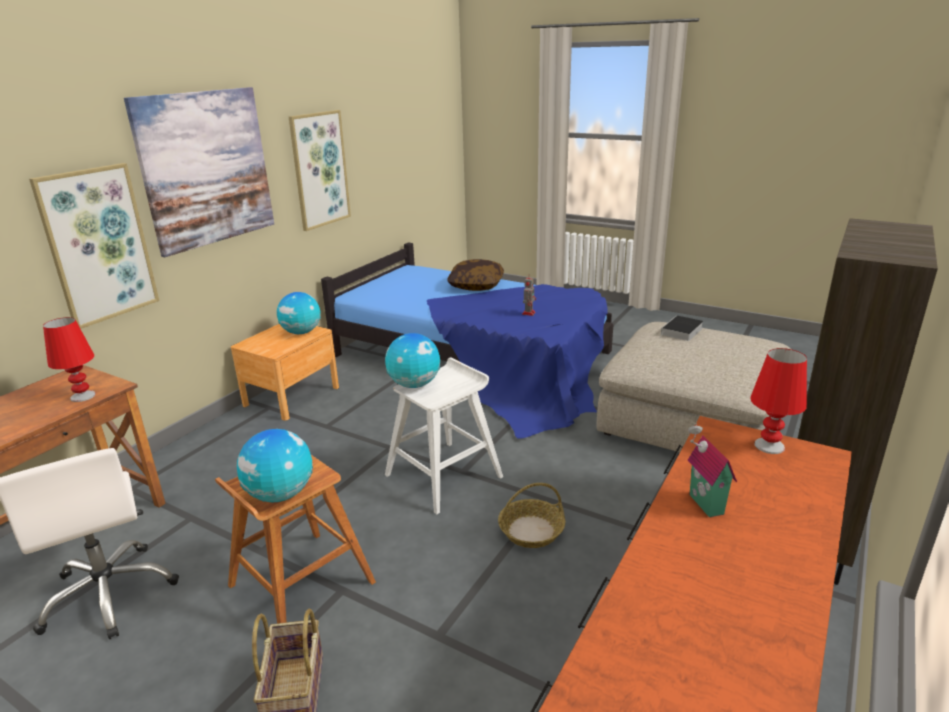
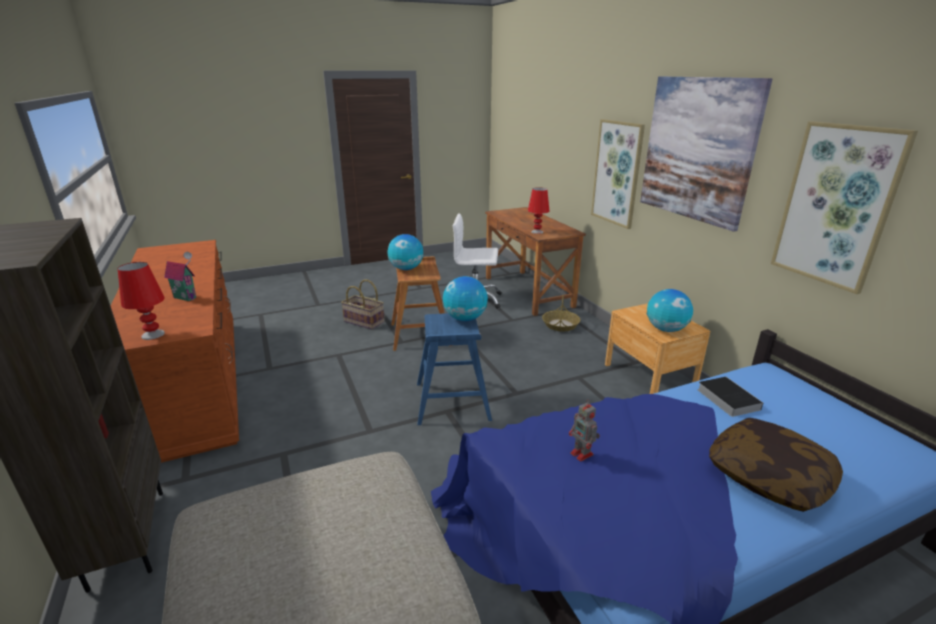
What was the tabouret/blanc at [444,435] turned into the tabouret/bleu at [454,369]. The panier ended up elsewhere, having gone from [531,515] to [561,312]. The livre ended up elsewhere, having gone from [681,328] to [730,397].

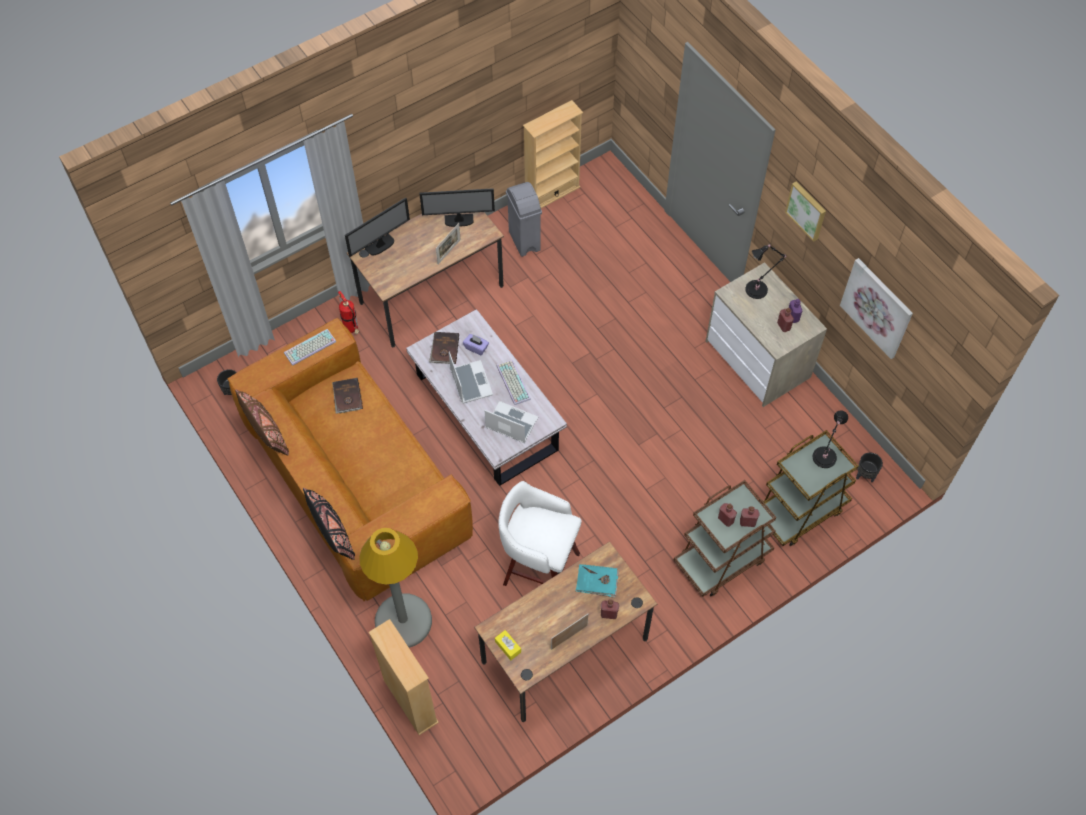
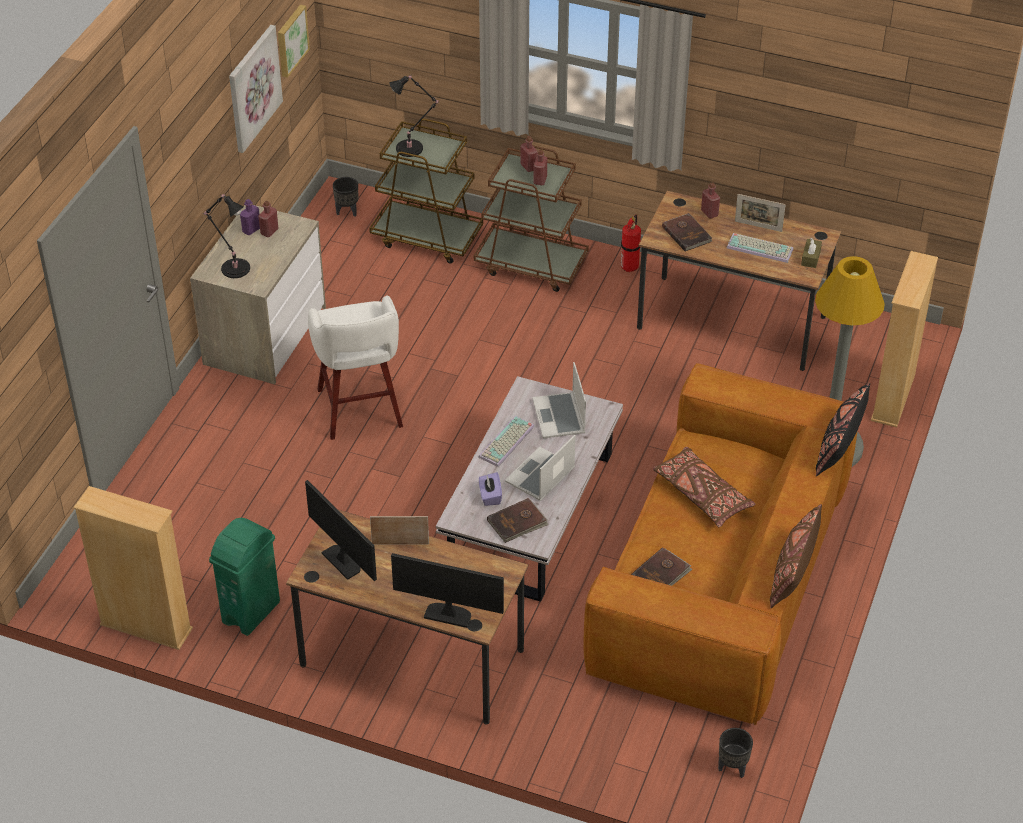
What was the poubelle/gris at [524,219] turned into the poubelle/vert at [244,577]. The tableau ended up elsewhere, having gone from [805,211] to [294,41]. The tabouret/blanc ended up elsewhere, having gone from [539,533] to [355,367]. The extincteur ended up elsewhere, having gone from [348,312] to [631,243]. The second view gained the coussin/marron at [704,487]. What was the livre/turquoise at [597,581] turned into the livre/marron at [687,232]. The clavier ended up elsewhere, having gone from [310,347] to [760,248]. What was the boîte à mouchoirs/jaune at [508,645] turned into the boîte à mouchoirs/marron at [811,253].

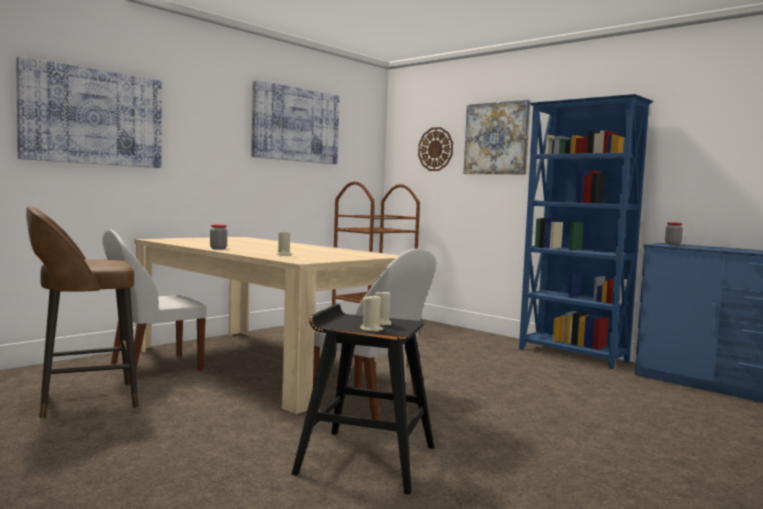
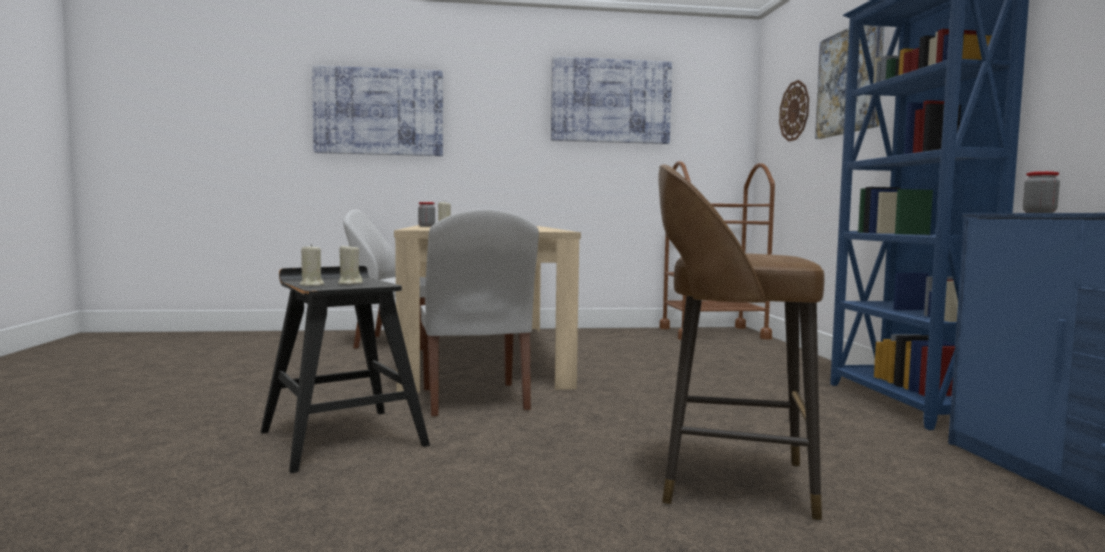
The tabouret/marron ended up elsewhere, having gone from [82,312] to [741,342].

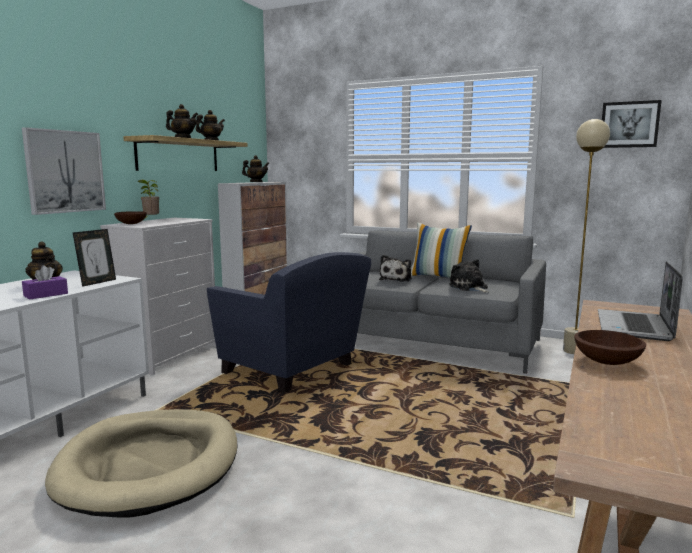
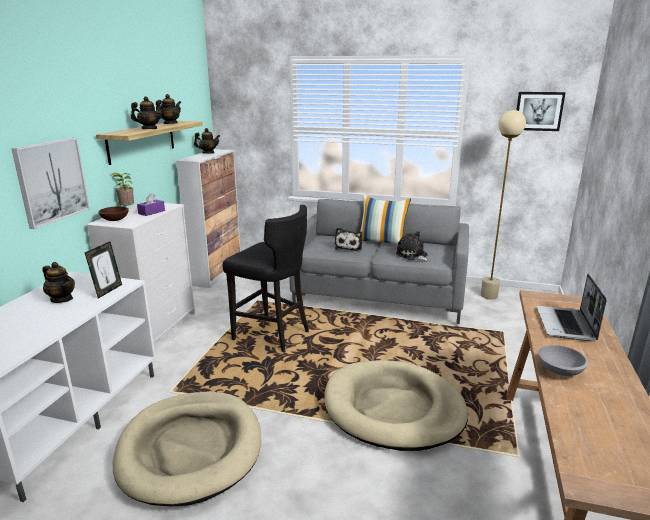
The boîte à mouchoirs/violet ended up elsewhere, having gone from [45,282] to [151,204]. Where the fauteuil/bleu stood at [289,322], the tabouret/noir came to stand at [266,278]. The second view gained the panier pour chien/beige at [396,405]. What was the bol/marron at [610,347] turned into the bol/gris at [563,360].

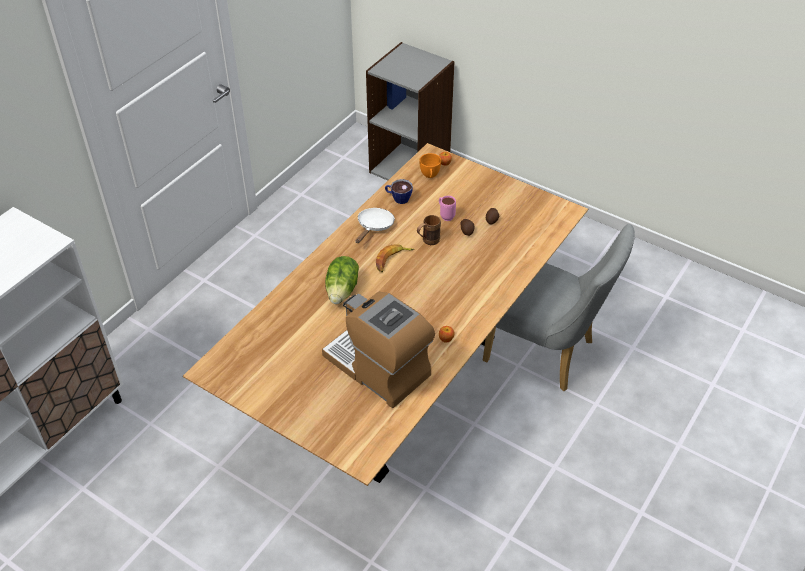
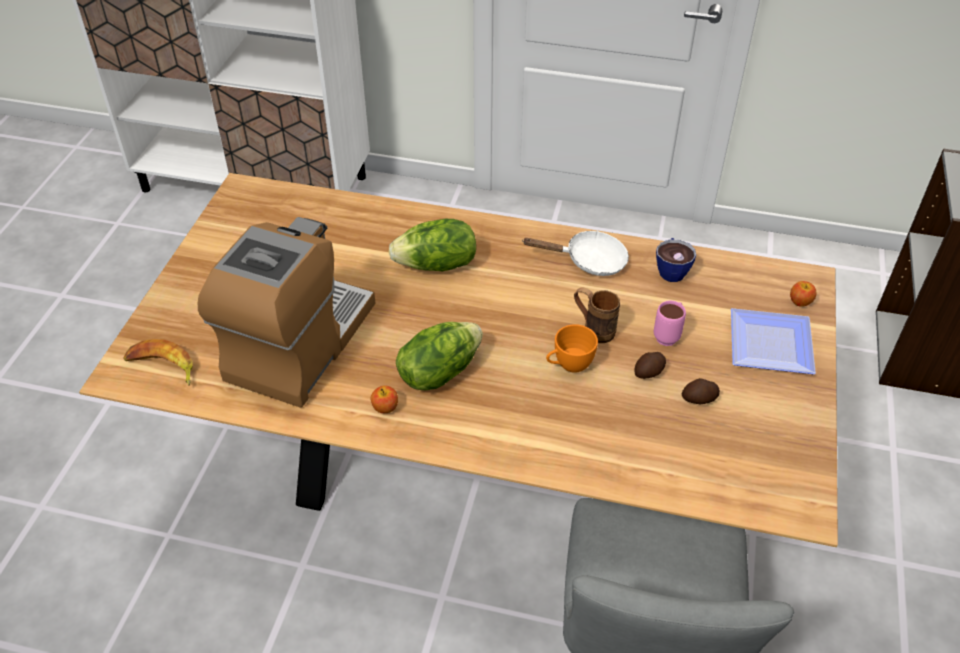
The banane ended up elsewhere, having gone from [395,258] to [158,362]. The second view gained the laitue at [439,356]. The tasse/orange ended up elsewhere, having gone from [430,165] to [572,348]. The second view gained the assiette at [773,341].

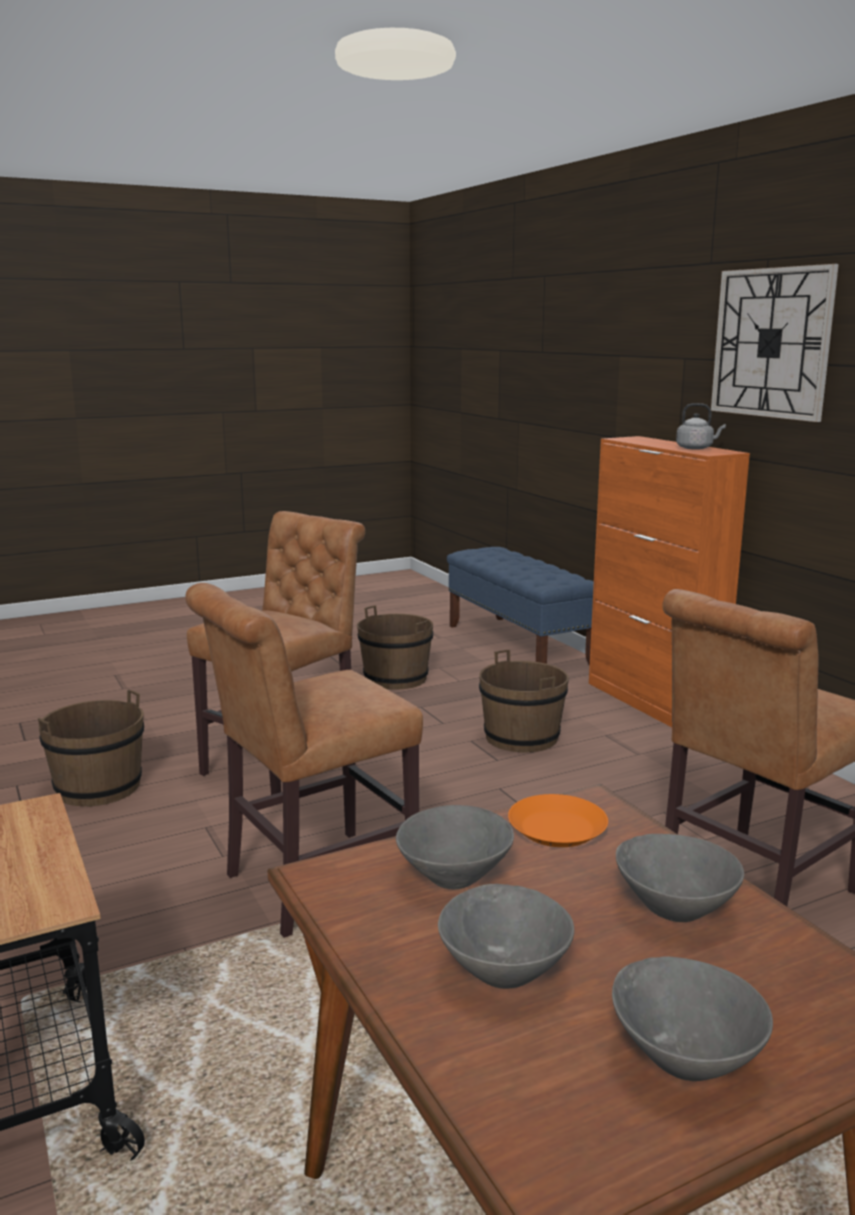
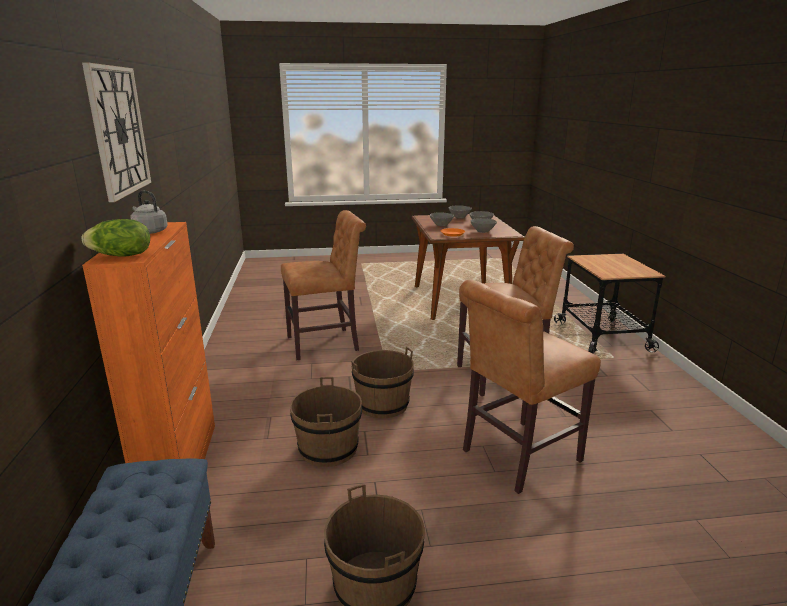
The second view gained the laitue at [116,238]. The seau/marron ended up elsewhere, having gone from [91,748] to [382,382].

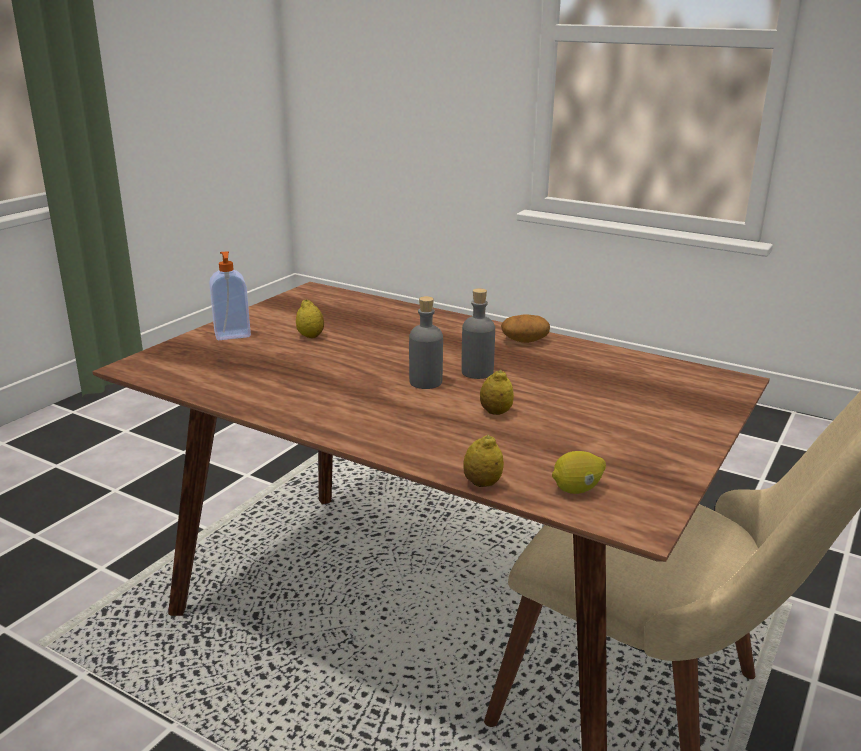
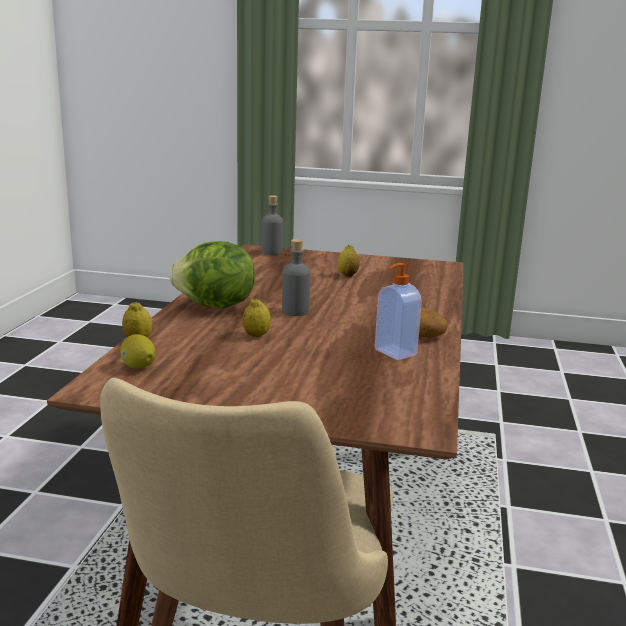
The second view gained the laitue at [212,275]. The bouteille/gris ended up elsewhere, having gone from [478,333] to [272,225]. The distributeur de savon ended up elsewhere, having gone from [230,295] to [398,311].

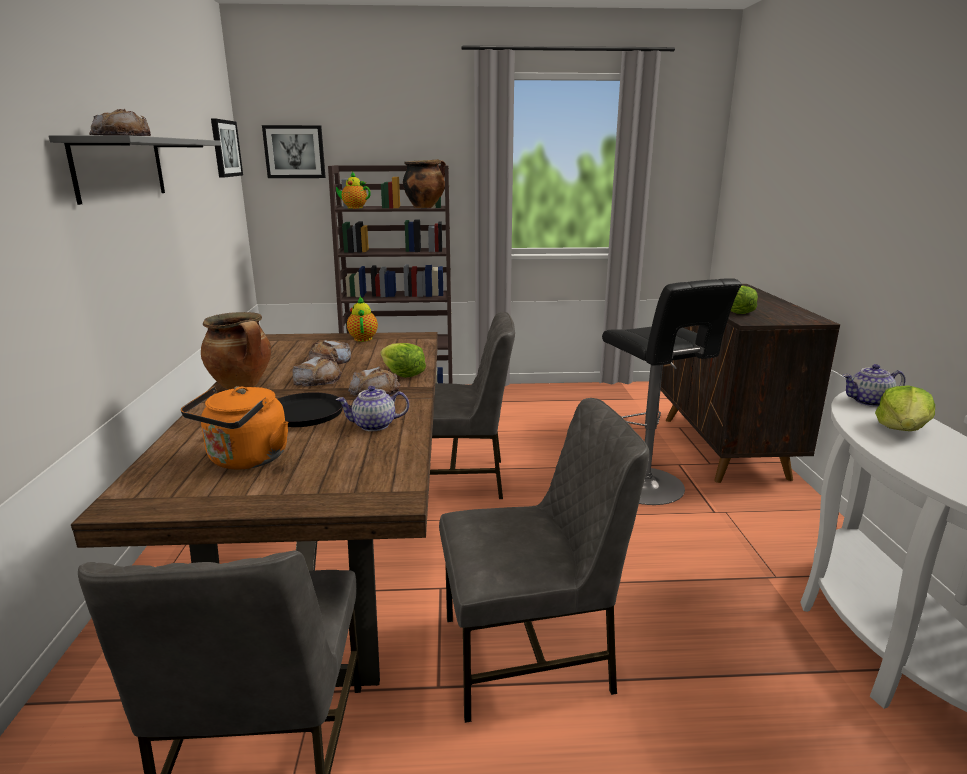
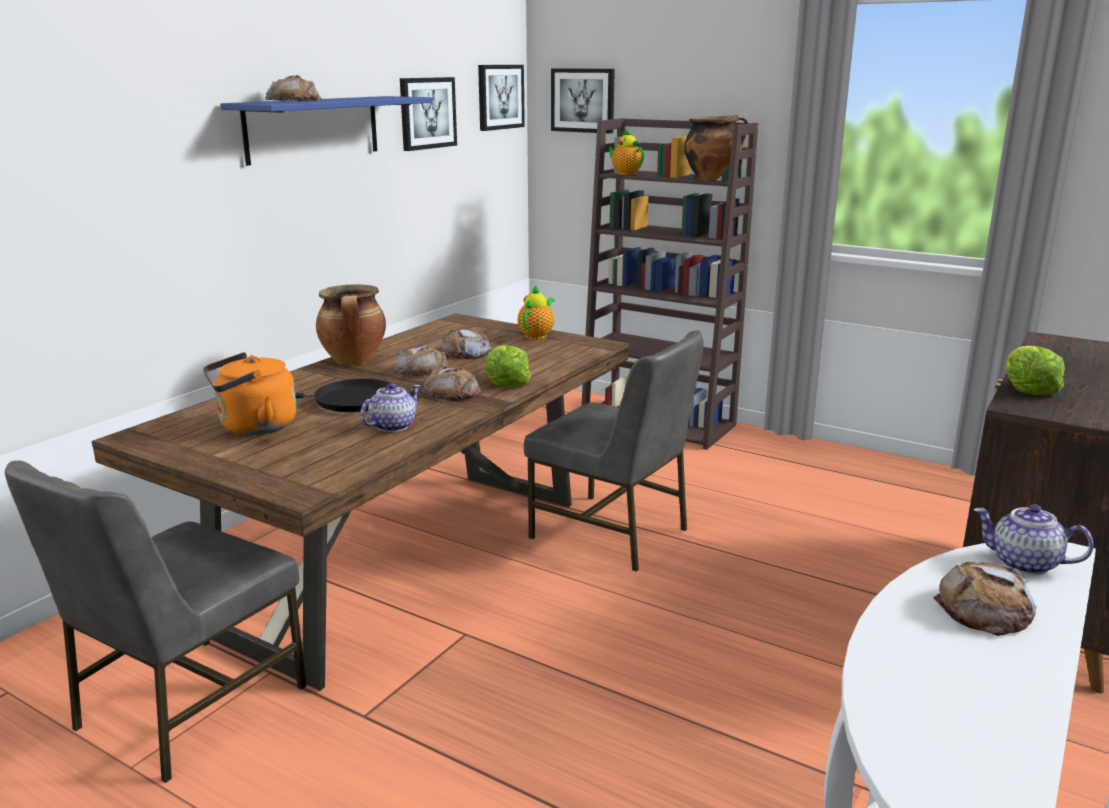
What was the étagère/gris at [135,170] turned into the étagère/bleu at [326,131]. The théière at [372,408] ended up facing another way, 105 degrees clockwise from before. The second view gained the tableau at [428,114]. Where the laitue stood at [905,408], the pain came to stand at [985,599]. The second view lost the chaise/gris at [544,560]. The second view lost the tabouret/noir at [672,391].

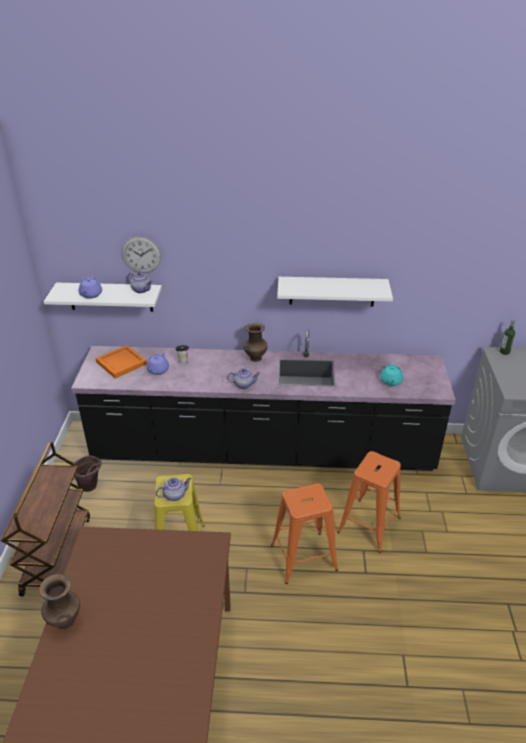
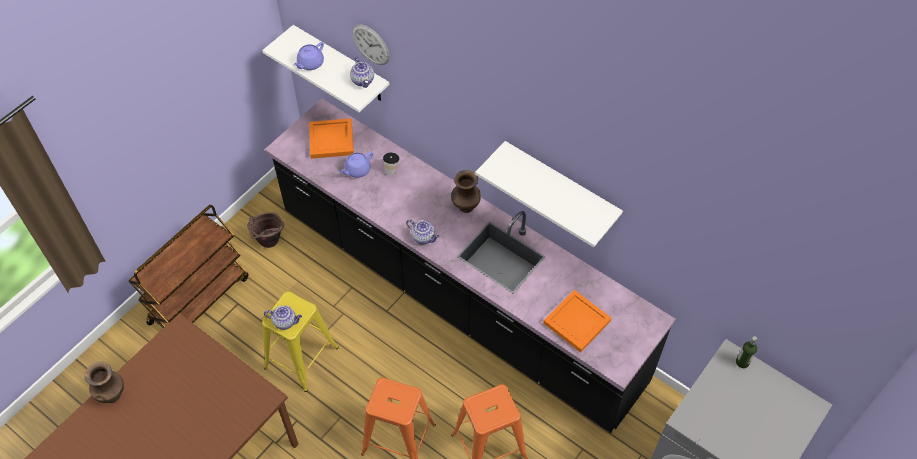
Where the théière/turquoise stood at [391,374], the plateau/orange came to stand at [577,321].

